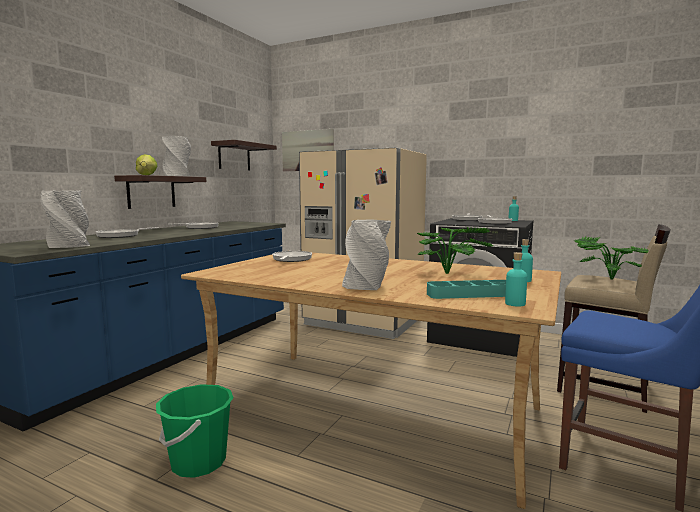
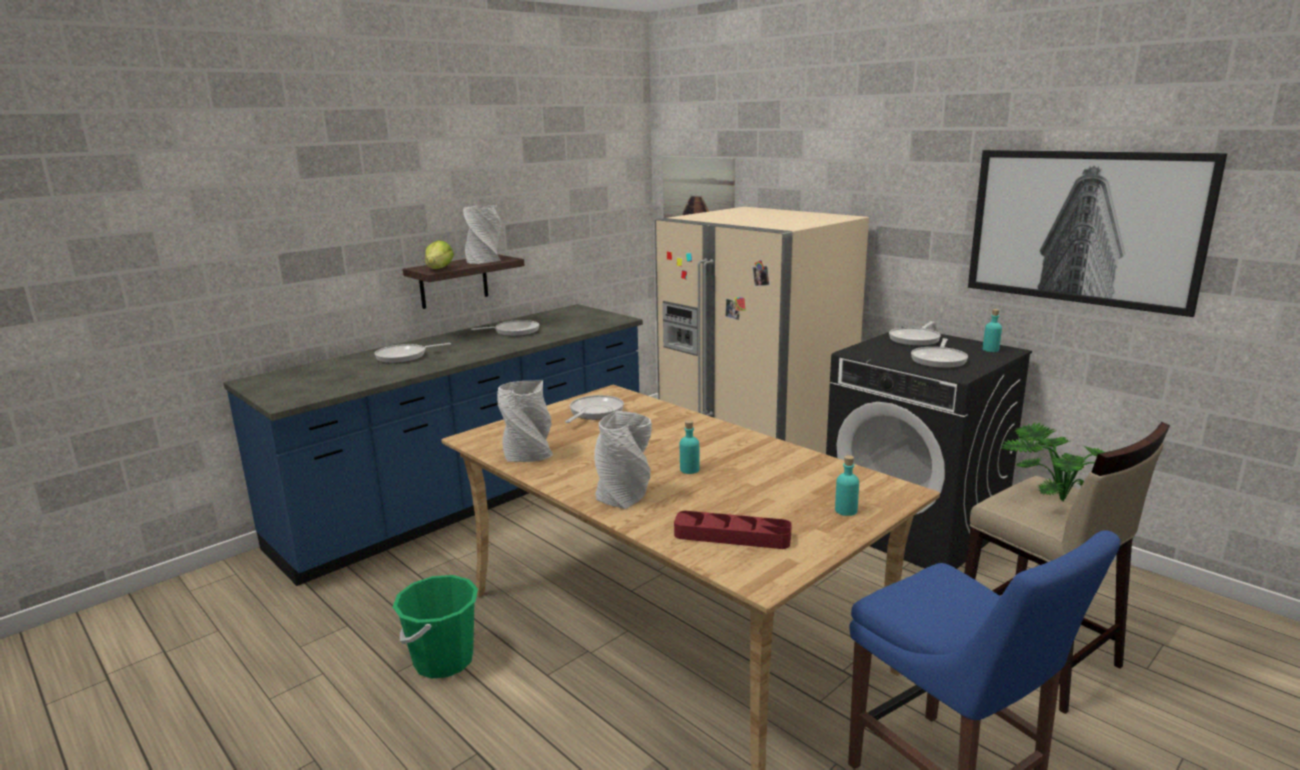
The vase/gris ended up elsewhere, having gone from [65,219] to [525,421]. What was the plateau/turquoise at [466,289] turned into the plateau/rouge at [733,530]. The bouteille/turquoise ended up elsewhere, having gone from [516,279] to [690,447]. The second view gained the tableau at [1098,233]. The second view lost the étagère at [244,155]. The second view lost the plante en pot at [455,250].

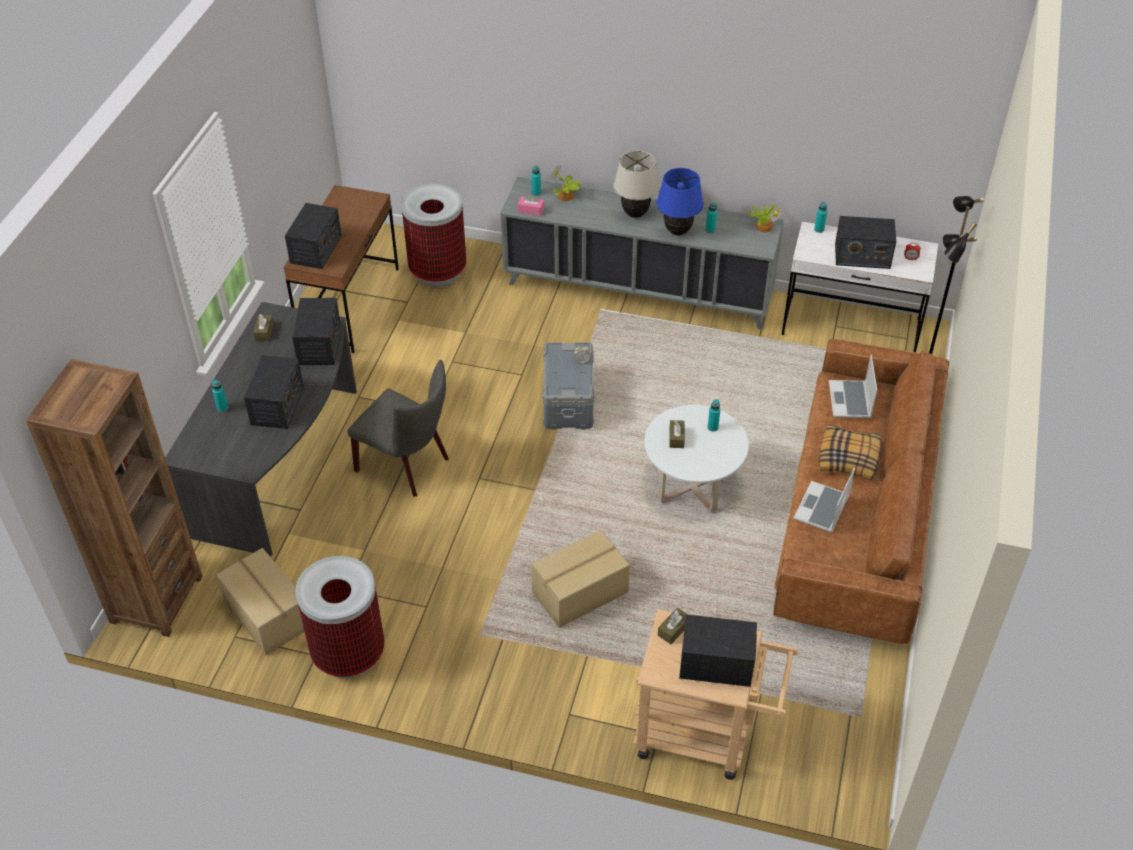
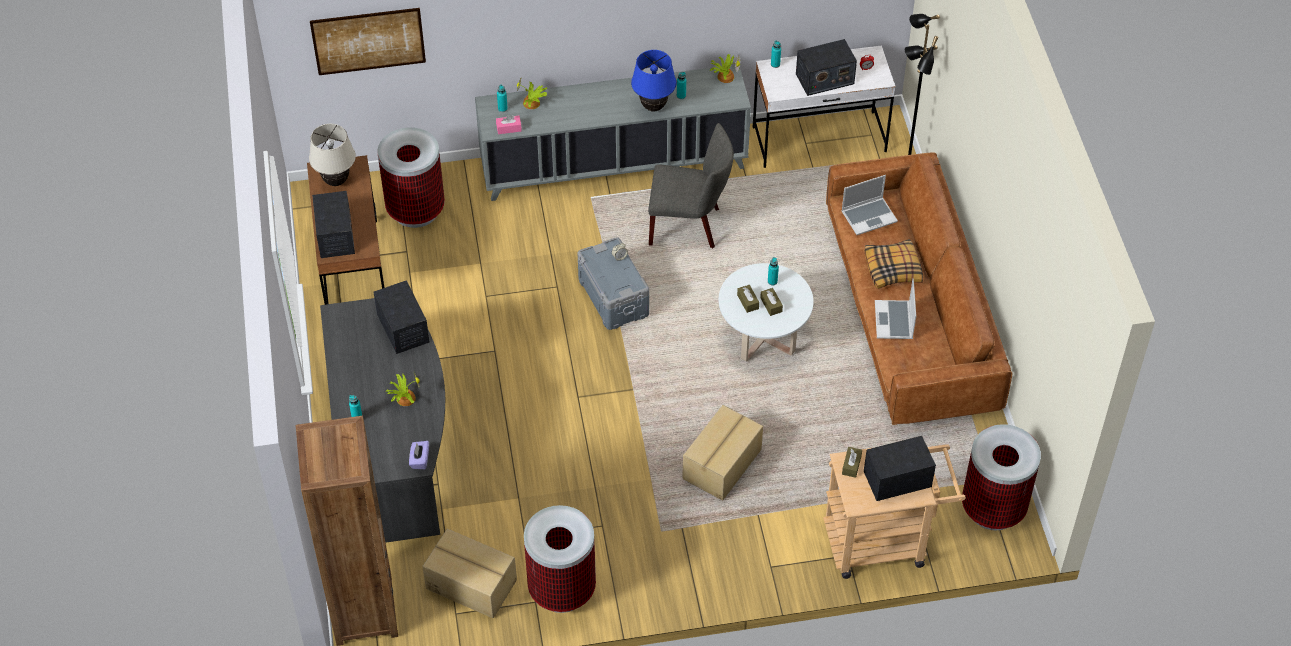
The lampe de table/beige ended up elsewhere, having gone from [636,184] to [332,155]. The second view gained the tableau at [368,41]. Where the radio stood at [274,392], the plante en pot came to stand at [403,389]. The second view gained the boîte à mouchoirs/violet at [419,455]. The chaise/gris ended up elsewhere, having gone from [398,428] to [691,185]. The boîte à mouchoirs/marron ended up elsewhere, having gone from [263,327] to [771,302]. The ordinateur portable at [853,386] ended up facing another way, 90 degrees counterclockwise from before. The second view gained the poubelle at [1001,477].

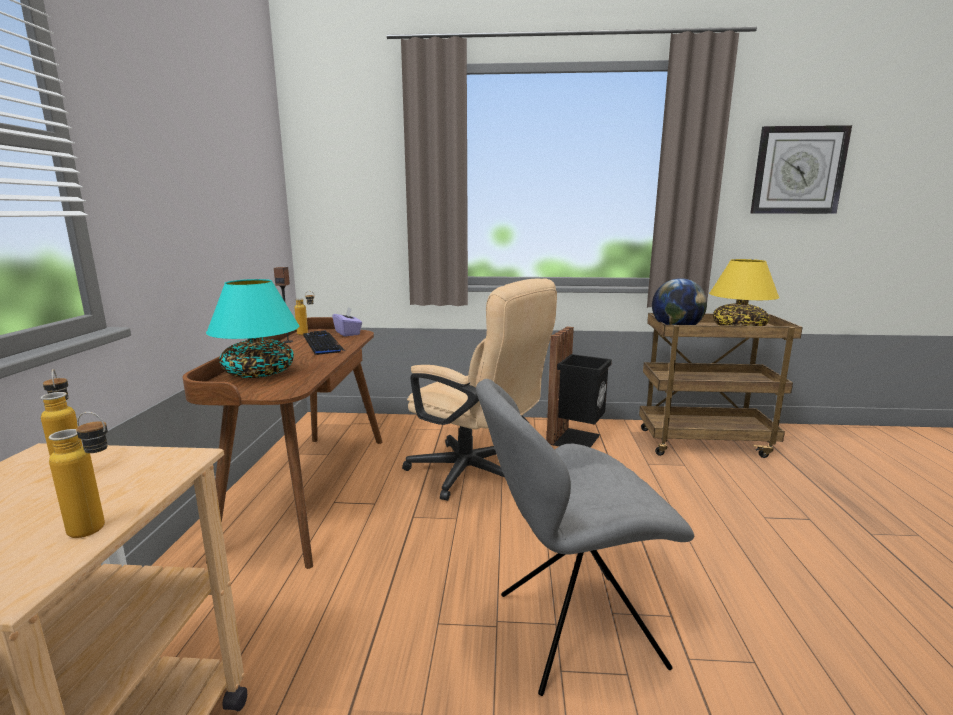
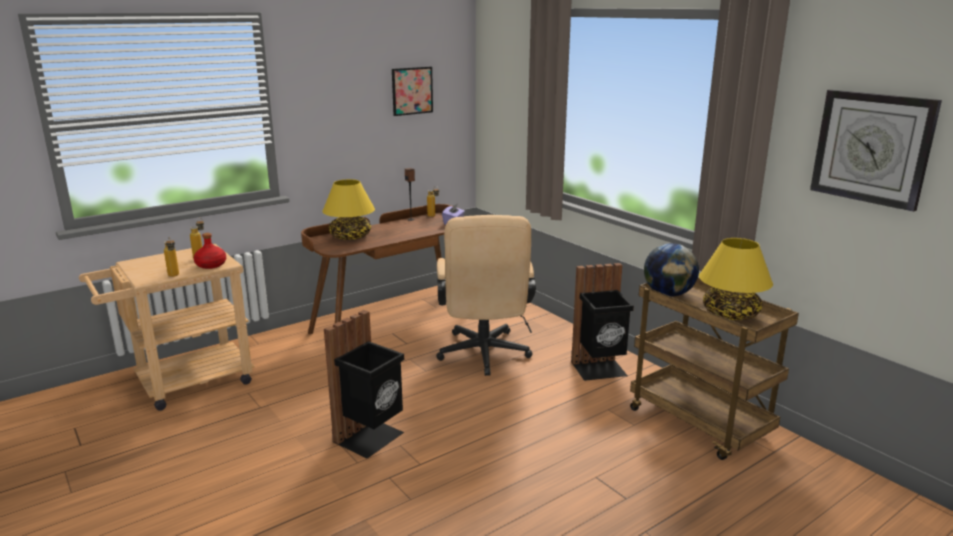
The second view gained the bouteille/rouge at [210,251]. What was the lampe de table/turquoise at [252,328] turned into the lampe de table/jaune at [348,209]. Where the chaise/gris stood at [585,537], the poubelle/noir came to stand at [364,384]. The second view gained the tableau at [412,91]. The second view lost the clavier at [324,342].

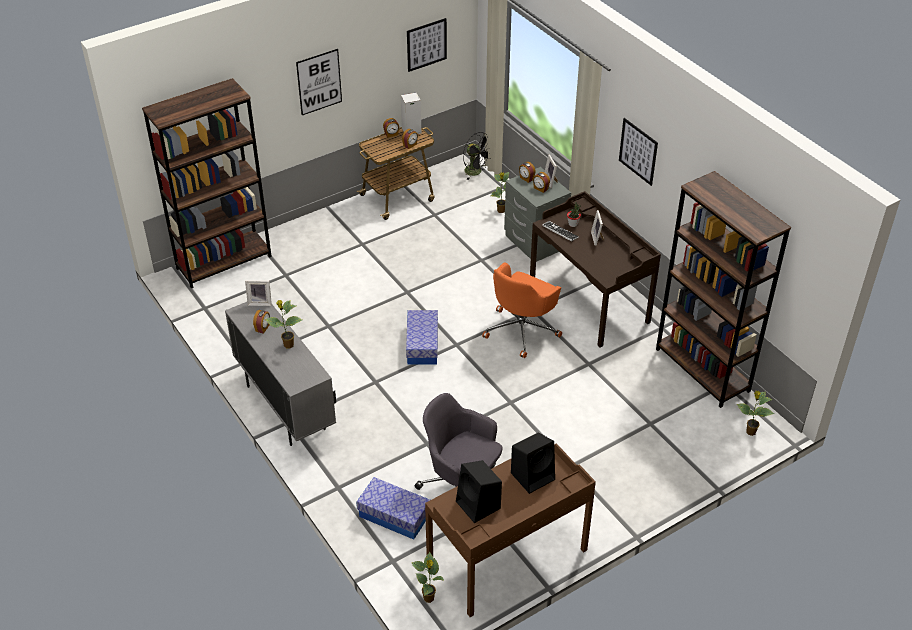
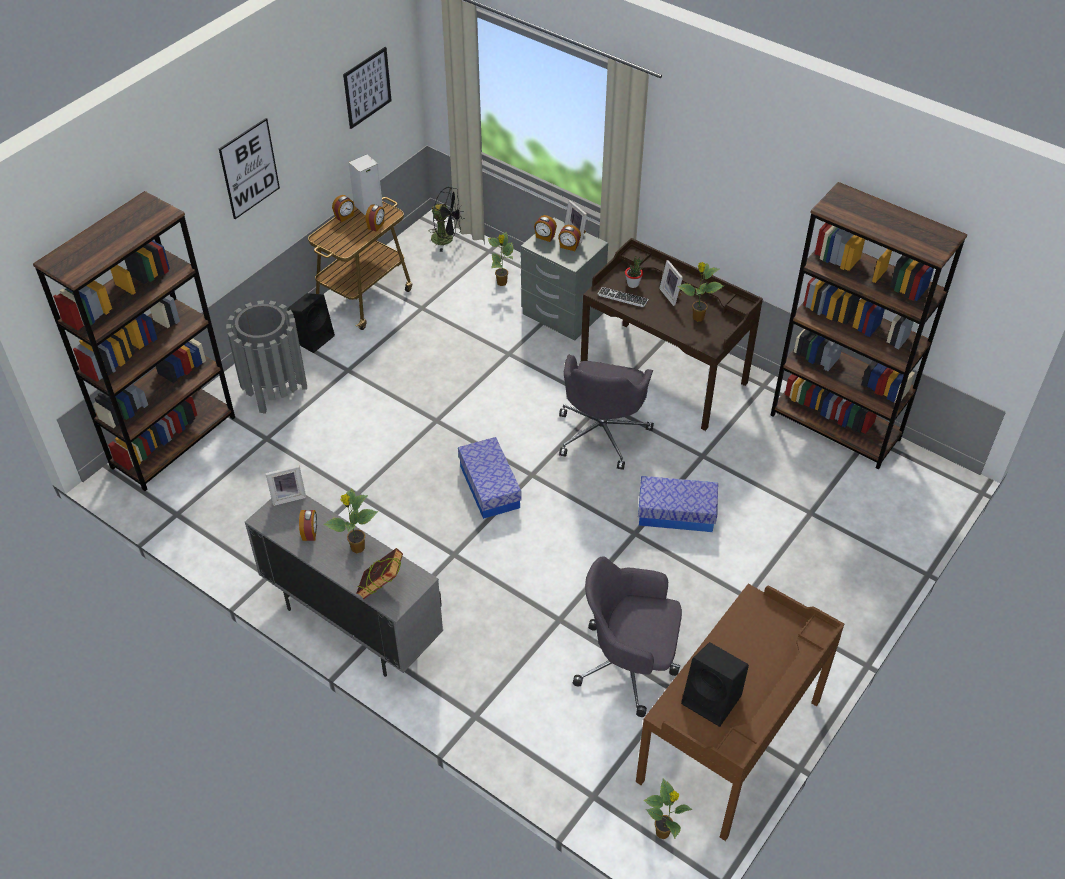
The second view gained the poubelle/gris at [266,357]. The enceinte/noir ended up elsewhere, having gone from [533,463] to [311,323]. The second view gained the livre at [379,573]. What was the chaise de bureau/orange at [522,310] turned into the chaise de bureau/gris at [606,412]. The boîte de rangement ended up elsewhere, having gone from [393,508] to [678,504]. The plante en pot ended up elsewhere, having gone from [755,413] to [700,291]. The second view lost the tableau at [638,152].

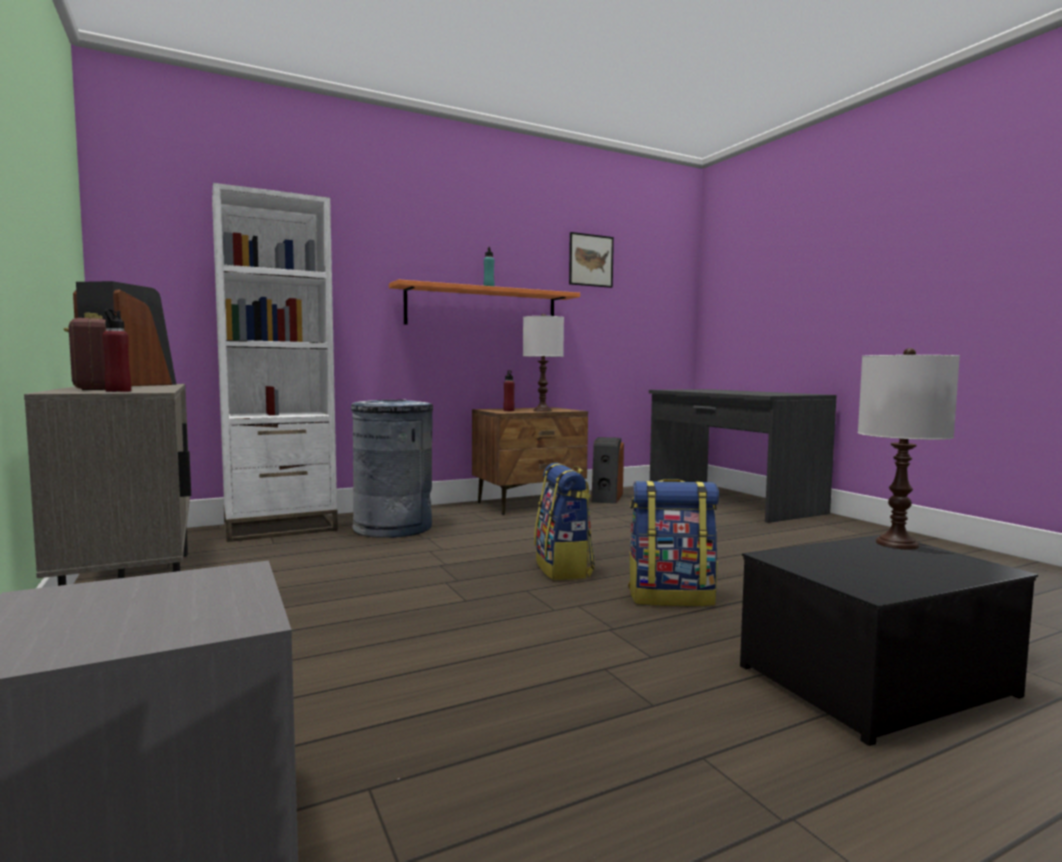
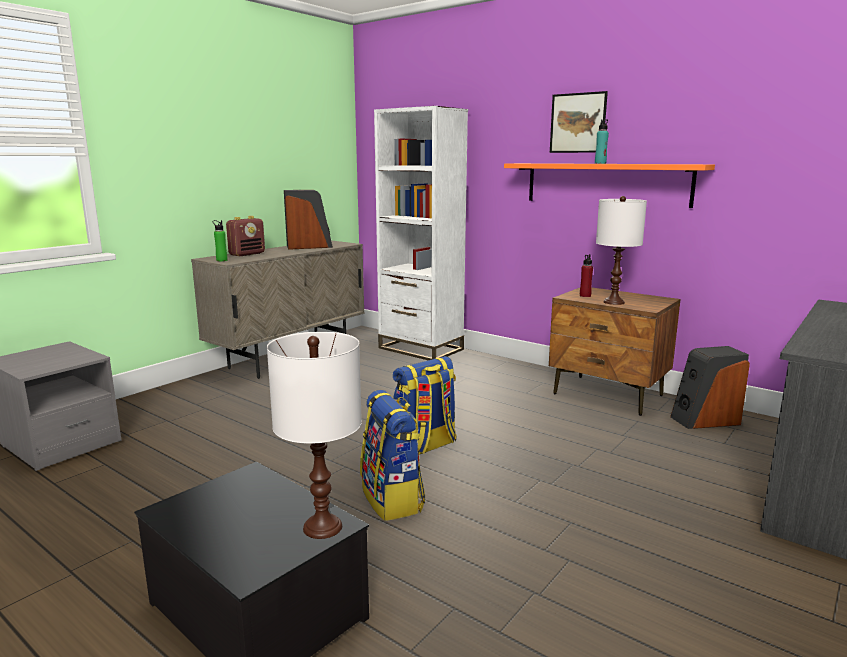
What was the bouteille/rouge at [116,350] turned into the bouteille/vert at [221,240]. The tableau ended up elsewhere, having gone from [591,260] to [579,122]. The second view lost the poubelle/gris at [392,468].

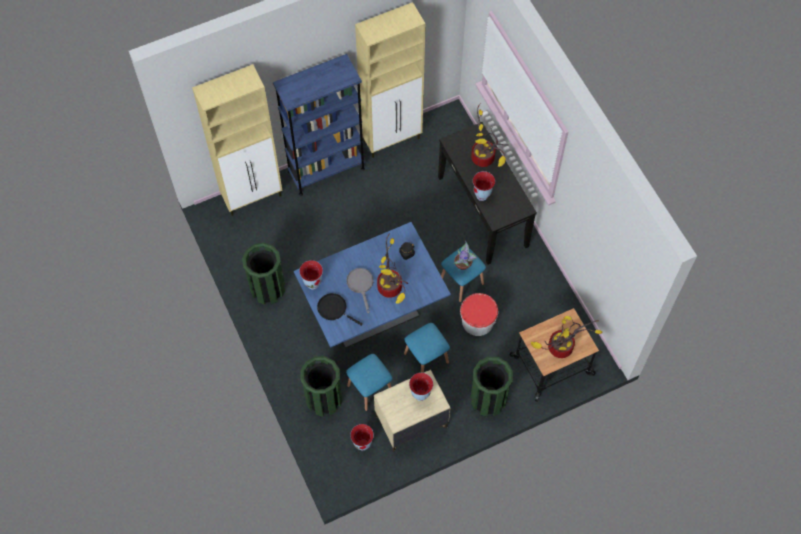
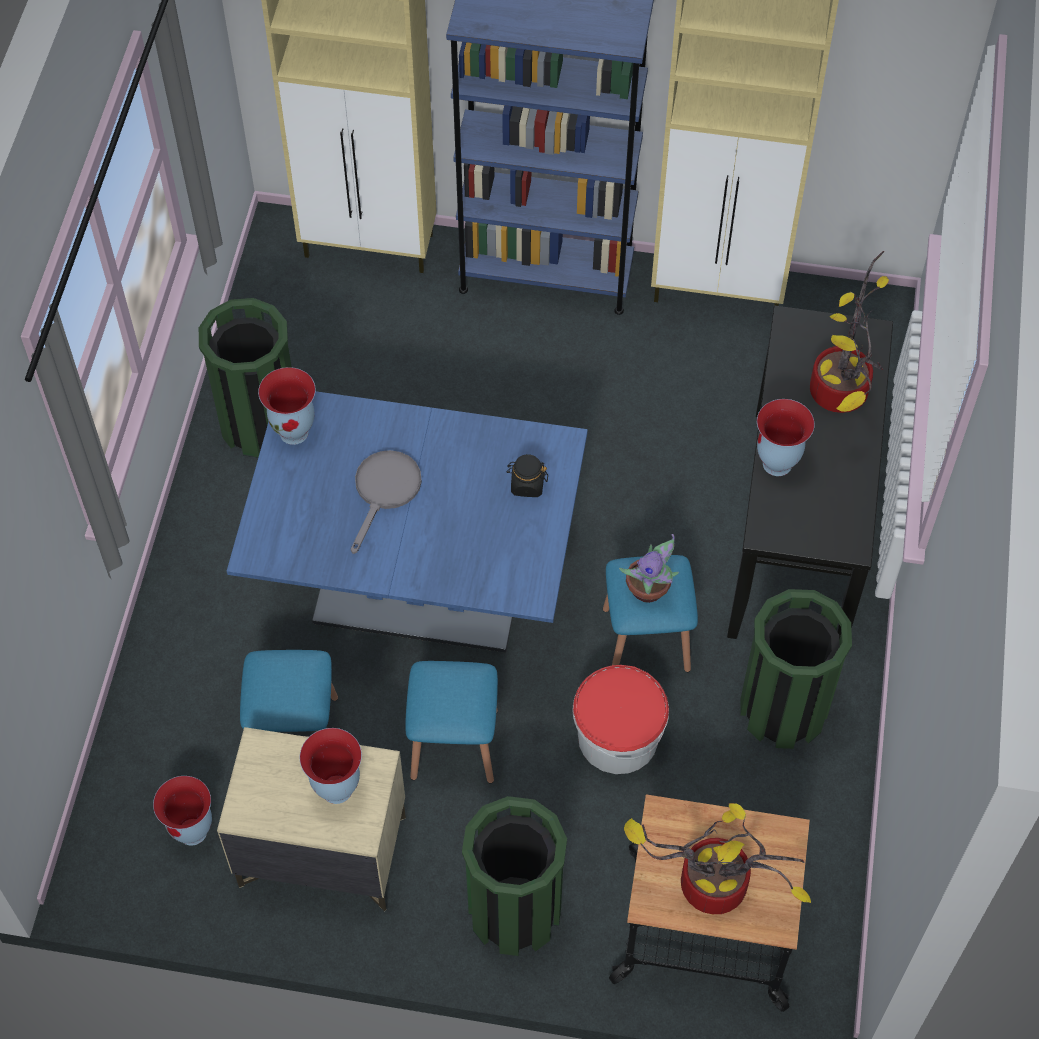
The poubelle/vert ended up elsewhere, having gone from [321,386] to [796,669]. The second view lost the poêle/noir at [340,309]. The second view lost the plante en pot at [392,268].

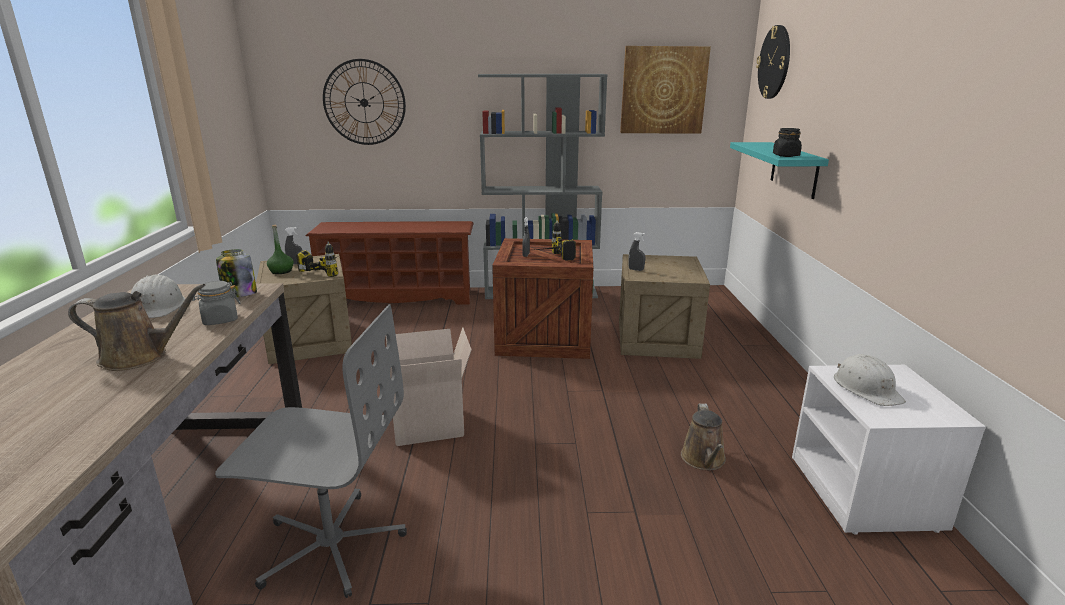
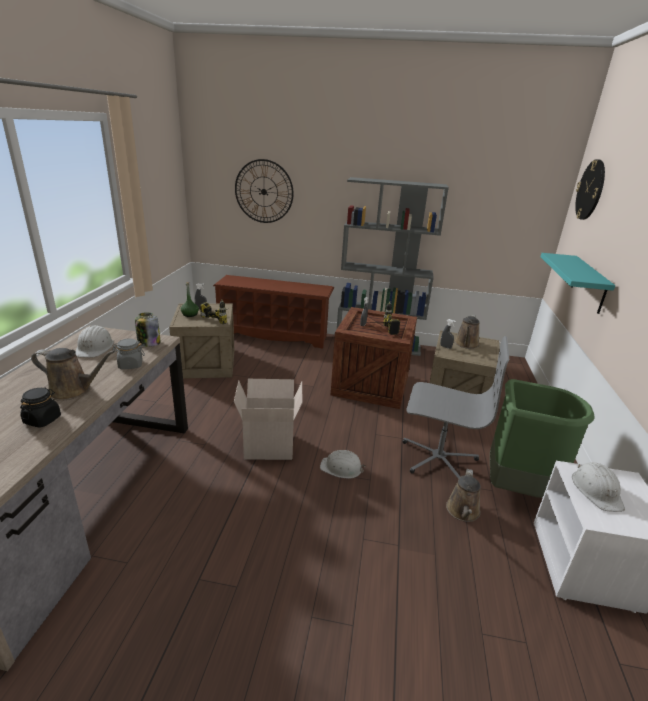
The bocal/noir ended up elsewhere, having gone from [787,142] to [40,408]. The second view gained the casque de chantier/blanc at [342,464]. The chaise de bureau/gris ended up elsewhere, having gone from [311,451] to [455,407]. The second view gained the arrosoir/marron at [467,332]. The second view gained the poubelle/vert at [542,438]. The second view lost the tableau at [665,90].

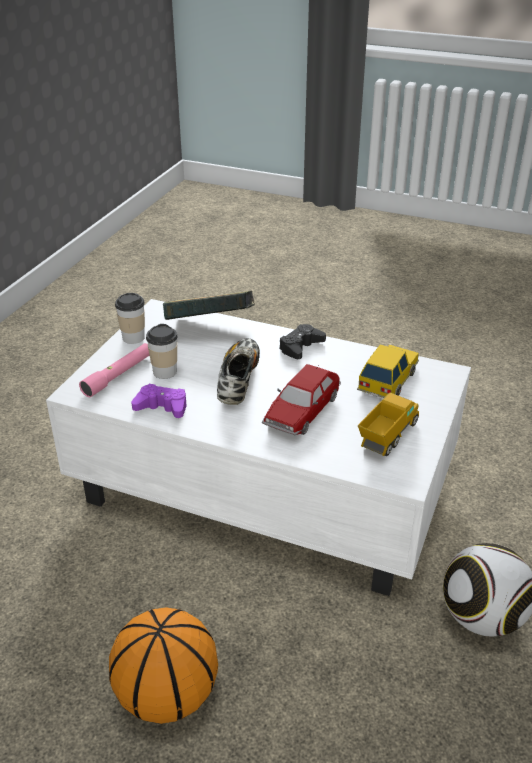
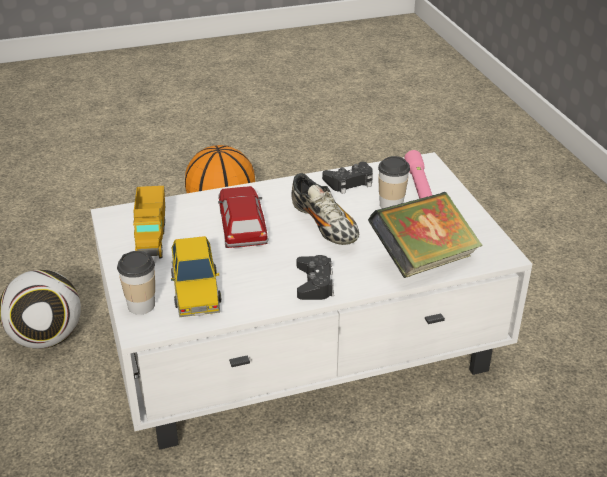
The tasse ended up elsewhere, having gone from [130,318] to [136,283]. What was the manette/violet at [158,401] turned into the manette/noir at [347,178].

